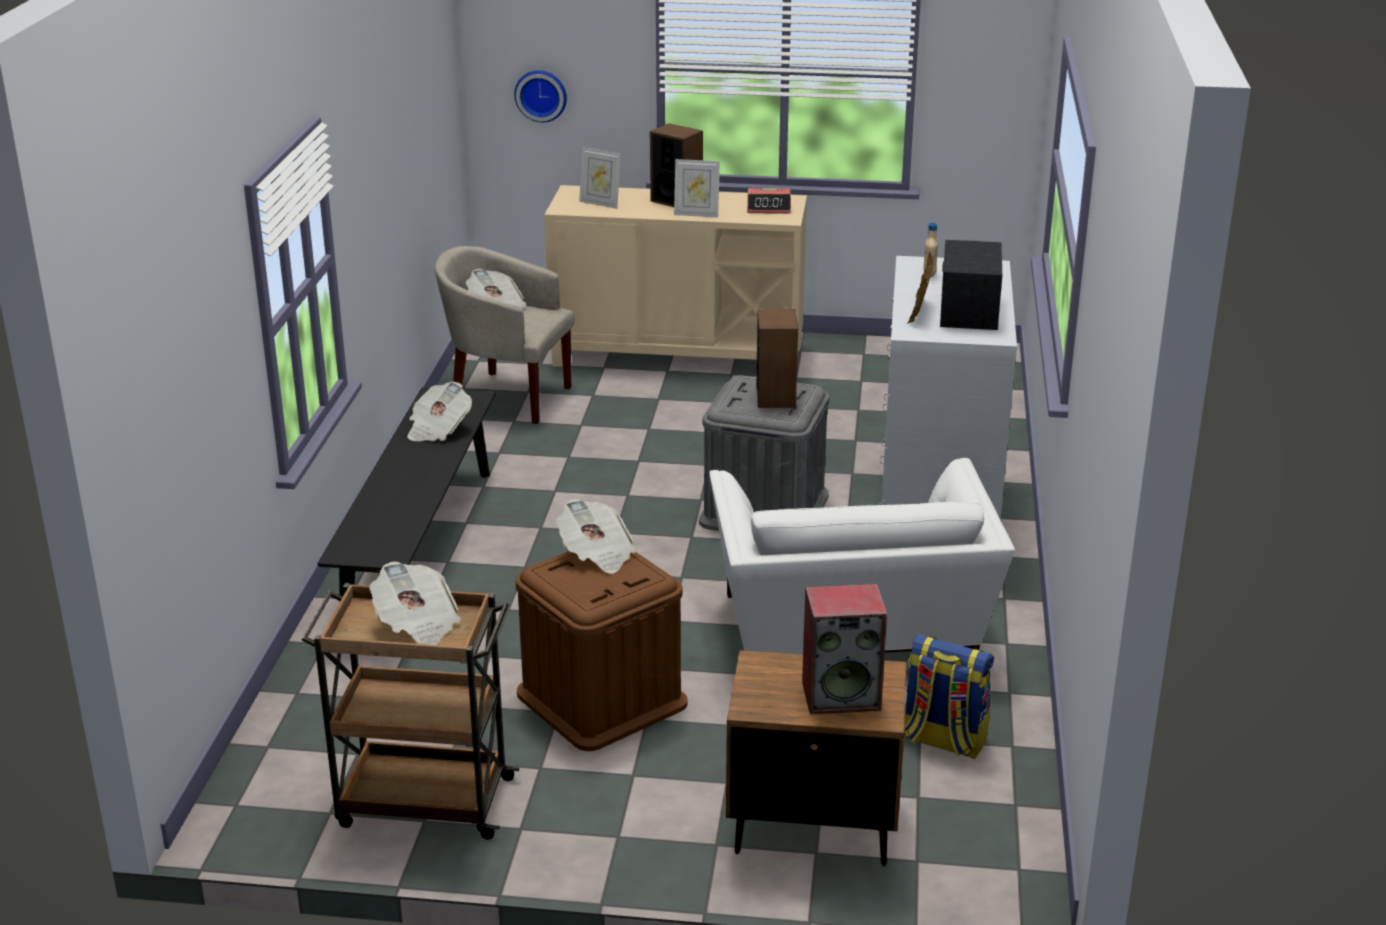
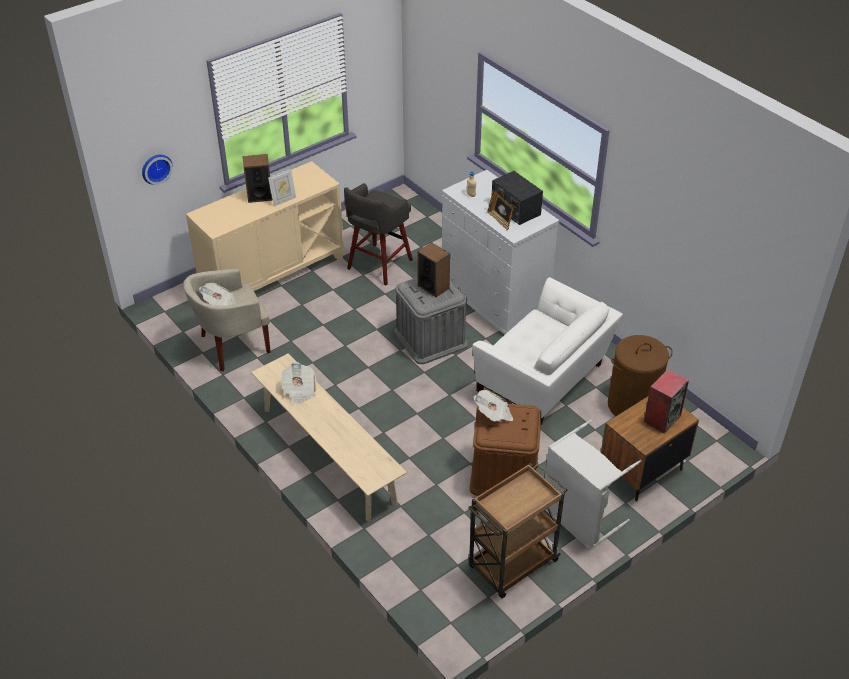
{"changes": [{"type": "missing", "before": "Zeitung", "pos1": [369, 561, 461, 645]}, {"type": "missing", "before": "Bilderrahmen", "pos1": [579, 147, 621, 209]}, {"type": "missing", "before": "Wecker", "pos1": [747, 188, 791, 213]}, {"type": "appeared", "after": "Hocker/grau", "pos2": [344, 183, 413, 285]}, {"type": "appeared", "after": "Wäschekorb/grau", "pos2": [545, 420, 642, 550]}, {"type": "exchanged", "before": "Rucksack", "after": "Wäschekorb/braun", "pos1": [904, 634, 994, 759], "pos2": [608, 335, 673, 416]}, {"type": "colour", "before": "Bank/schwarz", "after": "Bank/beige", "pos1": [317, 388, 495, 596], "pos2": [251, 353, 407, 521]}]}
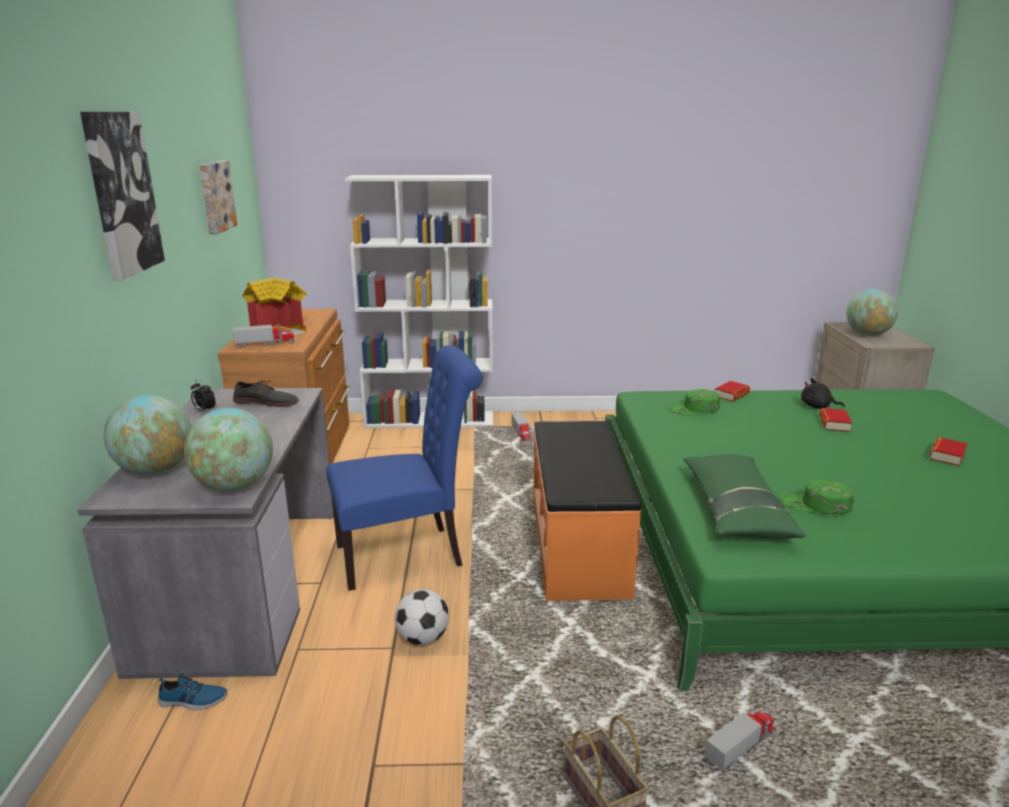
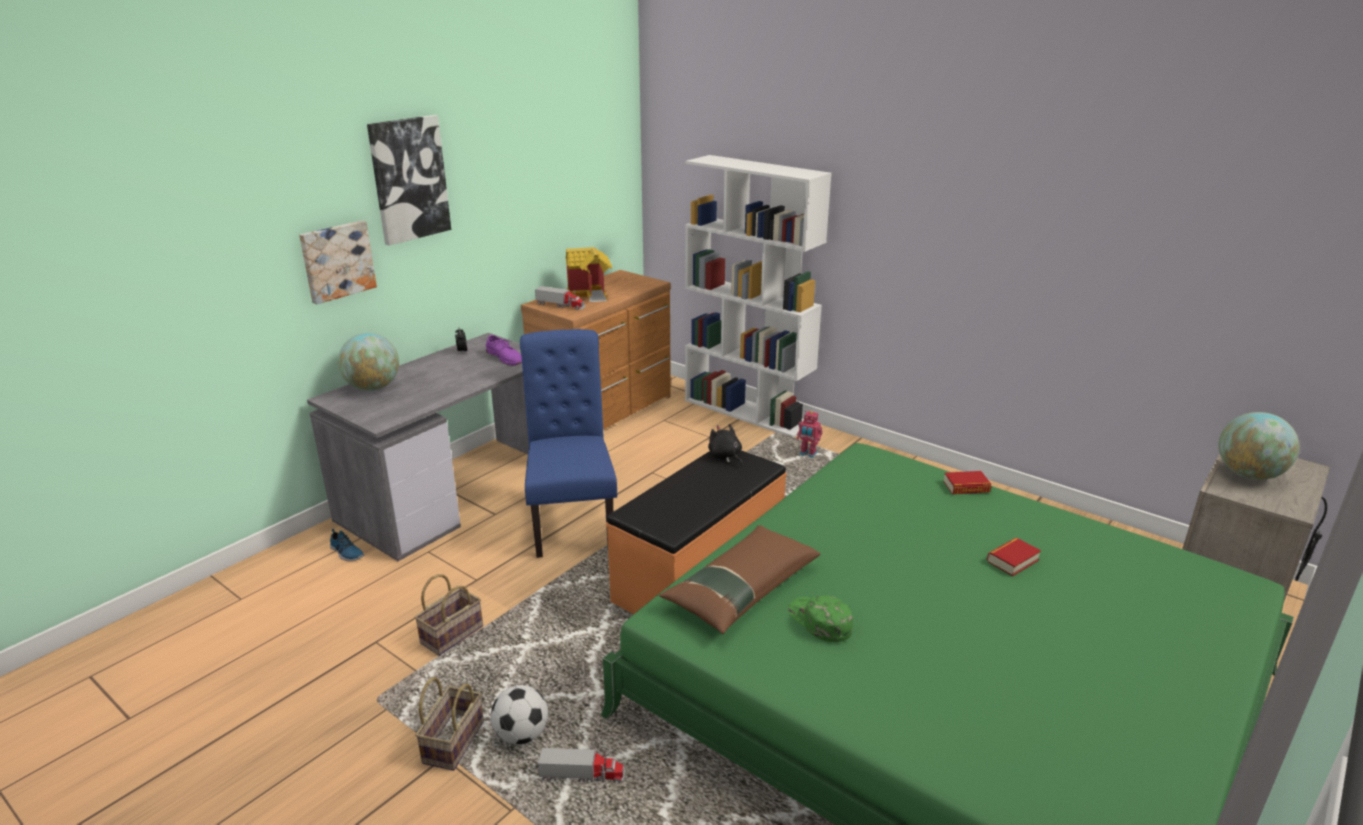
{"changes": [{"type": "missing", "before": "Globus", "pos1": [184, 408, 273, 491]}, {"type": "missing", "before": "Kappe/grün", "pos1": [669, 389, 720, 415]}, {"type": "missing", "before": "Buch", "pos1": [929, 437, 968, 466]}, {"type": "appeared", "after": "Korb", "pos2": [415, 574, 483, 656]}, {"type": "relocated", "before": "Bild", "pos1": [199, 161, 237, 234], "pos2": [299, 220, 377, 304]}, {"type": "relocated", "before": "Fußball", "pos1": [395, 589, 449, 645], "pos2": [491, 685, 548, 744]}, {"type": "relocated", "before": "Plüschtier/schwarz", "pos1": [801, 378, 845, 409], "pos2": [708, 424, 743, 465]}, {"type": "exchanged", "before": "Spielzeuglaster", "after": "Spielzeugroboter", "pos1": [512, 412, 532, 443], "pos2": [796, 411, 823, 458]}, {"type": "colour", "before": "Schuh/grau", "after": "Schuh/lila", "pos1": [233, 380, 299, 407], "pos2": [486, 335, 522, 365]}, {"type": "colour", "before": "Kissen/grün", "after": "Kissen/braun", "pos1": [683, 454, 806, 539], "pos2": [659, 525, 820, 634]}, {"type": "spun", "before": "Stuhl/blau", "pos1": [326, 345, 483, 591], "pos2": [520, 329, 617, 558], "turn": -120}]}
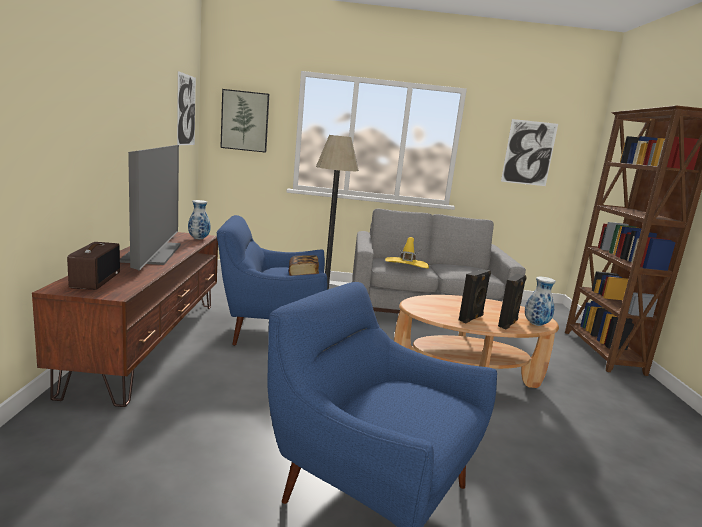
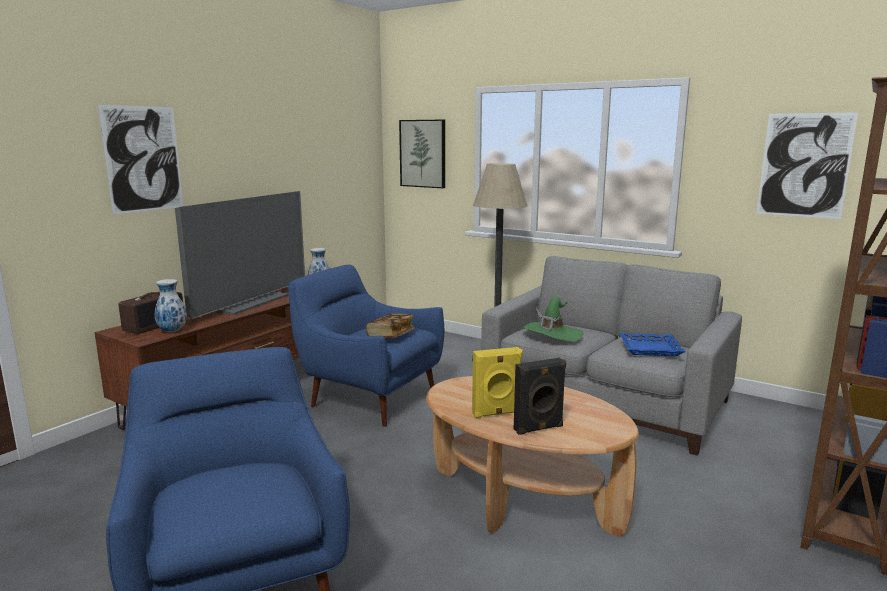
{"changes": [{"type": "appeared", "after": "Tablett/blau", "pos2": [619, 333, 686, 356]}, {"type": "relocated", "before": "Bild", "pos1": [177, 71, 196, 145], "pos2": [98, 105, 183, 214]}, {"type": "relocated", "before": "Vase", "pos1": [525, 277, 556, 326], "pos2": [154, 279, 187, 332]}, {"type": "colour", "before": "Hut/gelb", "after": "Hut/grün", "pos1": [385, 237, 429, 268], "pos2": [523, 296, 584, 341]}, {"type": "colour", "before": "Lautsprecher/schwarz", "after": "Lautsprecher/gelb", "pos1": [459, 269, 491, 323], "pos2": [472, 347, 523, 418]}]}
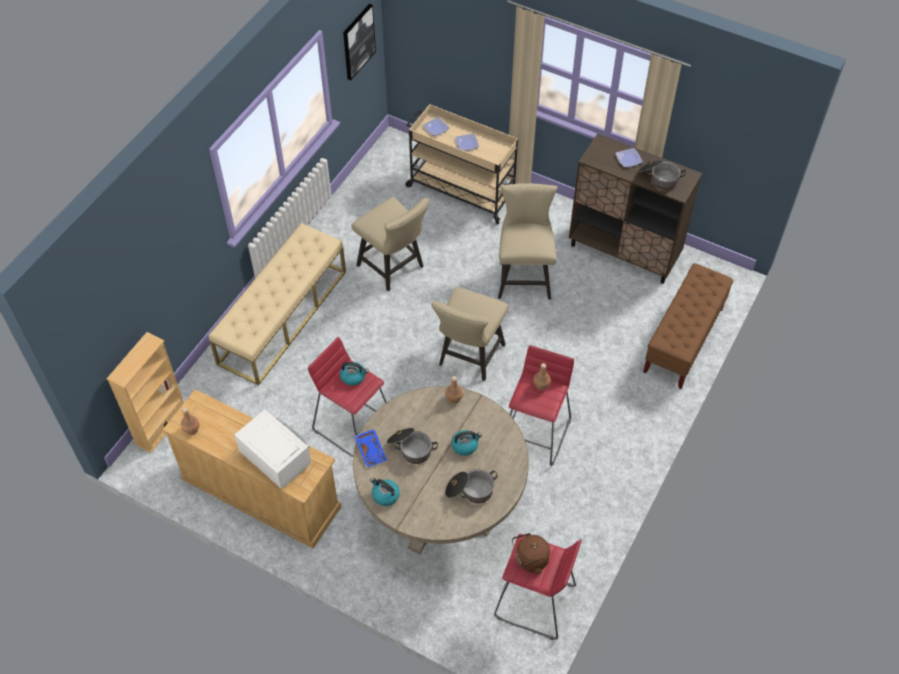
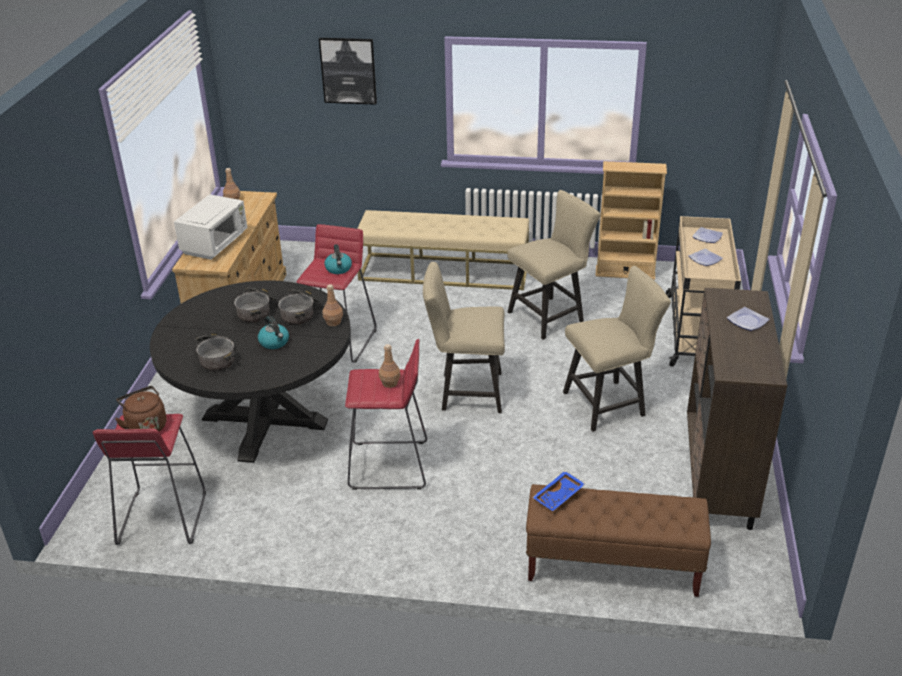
{"changes": [{"type": "missing", "before": "Wasserkessel", "pos1": [370, 478, 400, 506]}, {"type": "relocated", "before": "Bücherregal/beige", "pos1": [106, 332, 184, 453], "pos2": [596, 161, 667, 280]}, {"type": "relocated", "before": "Bild", "pos1": [343, 4, 376, 80], "pos2": [319, 38, 377, 105]}, {"type": "relocated", "before": "Tablett/blau", "pos1": [355, 429, 387, 468], "pos2": [532, 471, 585, 511]}, {"type": "relocated", "before": "Kochtopf", "pos1": [638, 160, 686, 190], "pos2": [278, 289, 322, 326]}, {"type": "colour", "before": "Esstisch/beige", "after": "Esstisch/schwarz", "pos1": [353, 386, 529, 554], "pos2": [150, 280, 351, 463]}, {"type": "spun", "before": "Stuhl/beige", "pos1": [352, 197, 430, 291], "pos2": [507, 190, 601, 340], "turn": -150}]}
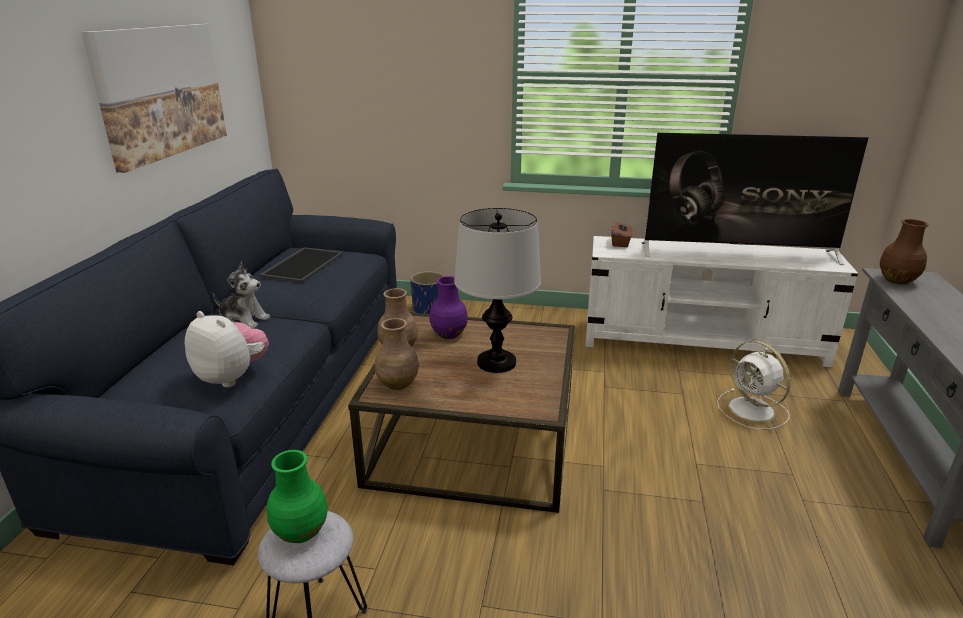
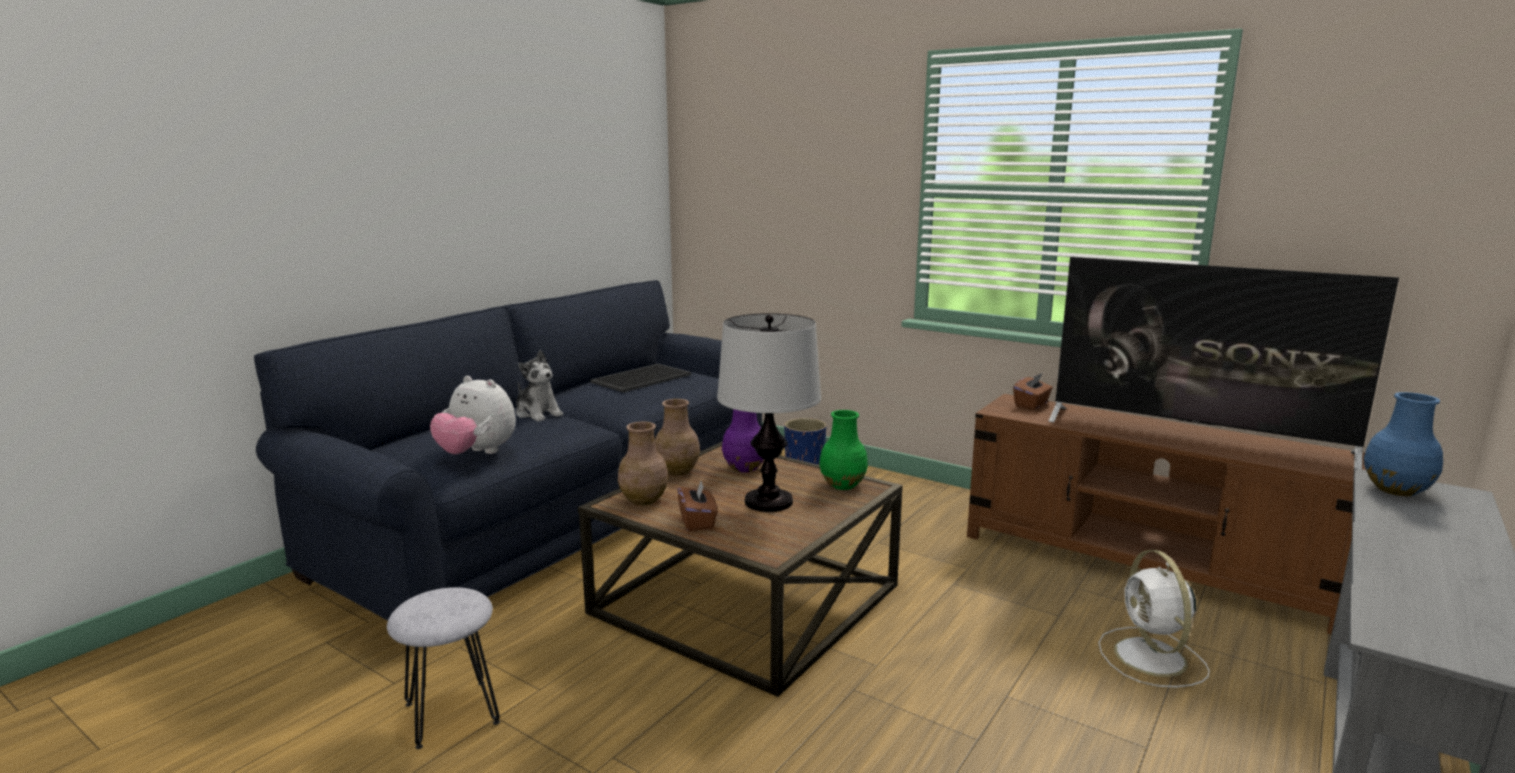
{"changes": [{"type": "missing", "before": "Bild", "pos1": [82, 24, 227, 173]}, {"type": "appeared", "after": "Taschentuchbox/braun", "pos2": [677, 479, 718, 531]}, {"type": "relocated", "before": "Vase/grün", "pos1": [267, 450, 328, 543], "pos2": [819, 410, 868, 490]}, {"type": "colour", "before": "Fernsehschrank/weiß", "after": "Fernsehschrank/braun", "pos1": [585, 236, 858, 367], "pos2": [967, 394, 1366, 634]}, {"type": "colour", "before": "Vase/braun", "after": "Vase/blau", "pos1": [880, 219, 928, 285], "pos2": [1364, 392, 1443, 496]}, {"type": "spun", "before": "Plüschtier", "pos1": [185, 311, 269, 388], "pos2": [430, 376, 516, 454], "turn": 150}]}
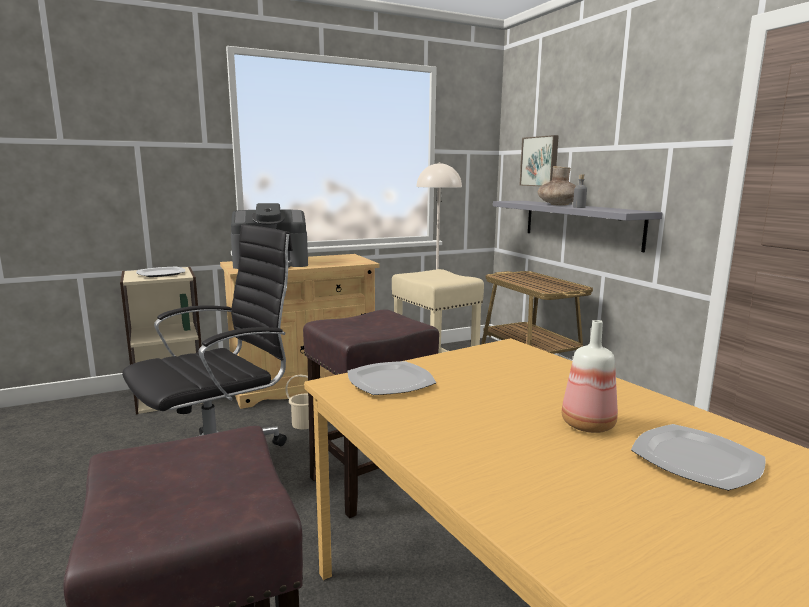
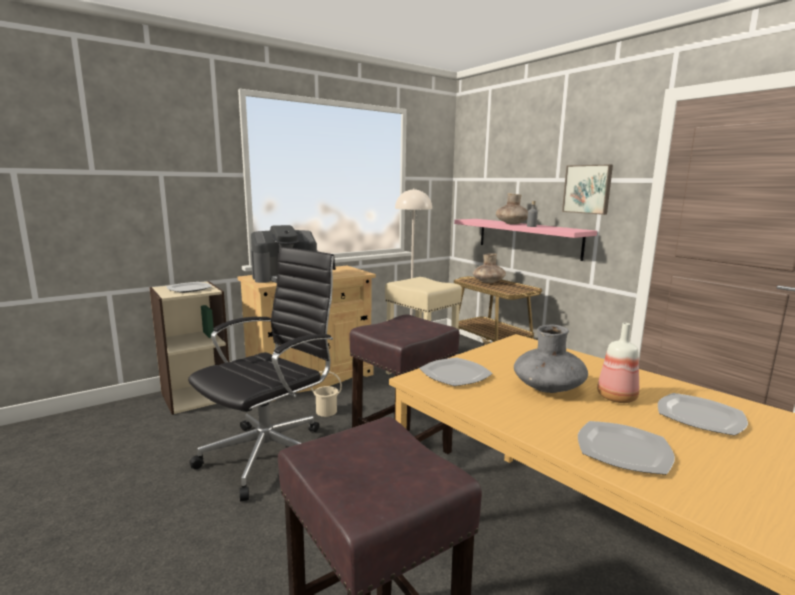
{"changes": [{"type": "appeared", "after": "Vase/braun", "pos2": [473, 253, 506, 283]}, {"type": "appeared", "after": "Vase/grau", "pos2": [514, 324, 588, 393]}, {"type": "appeared", "after": "Teller", "pos2": [578, 421, 675, 475]}, {"type": "relocated", "before": "Bild", "pos1": [519, 135, 559, 186], "pos2": [562, 164, 613, 215]}, {"type": "colour", "before": "Wandregal/grau", "after": "Wandregal/rosa", "pos1": [493, 201, 663, 252], "pos2": [454, 219, 597, 261]}]}
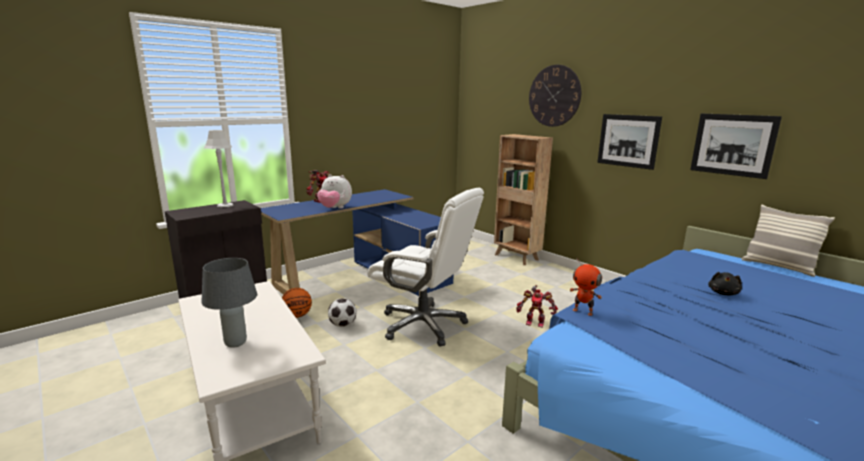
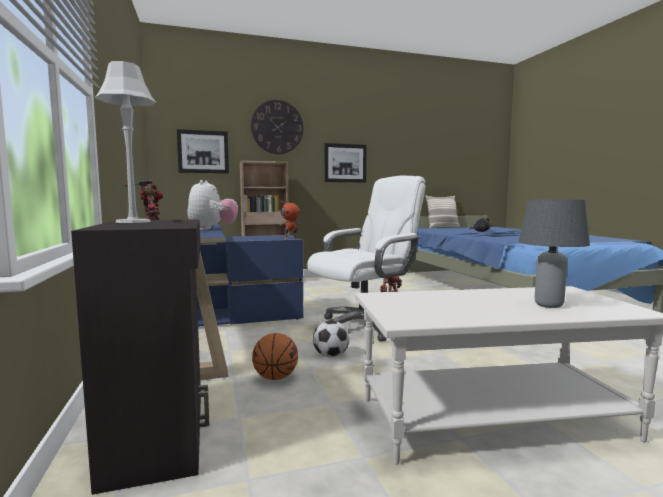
{"changes": [{"type": "relocated", "before": "Spielzeugroboter", "pos1": [570, 257, 602, 316], "pos2": [280, 200, 301, 239]}, {"type": "relocated", "before": "Bild", "pos1": [690, 114, 782, 179], "pos2": [177, 129, 229, 173]}, {"type": "spun", "before": "Plüschtier", "pos1": [317, 174, 352, 209], "pos2": [187, 180, 238, 230], "turn": -45}]}
